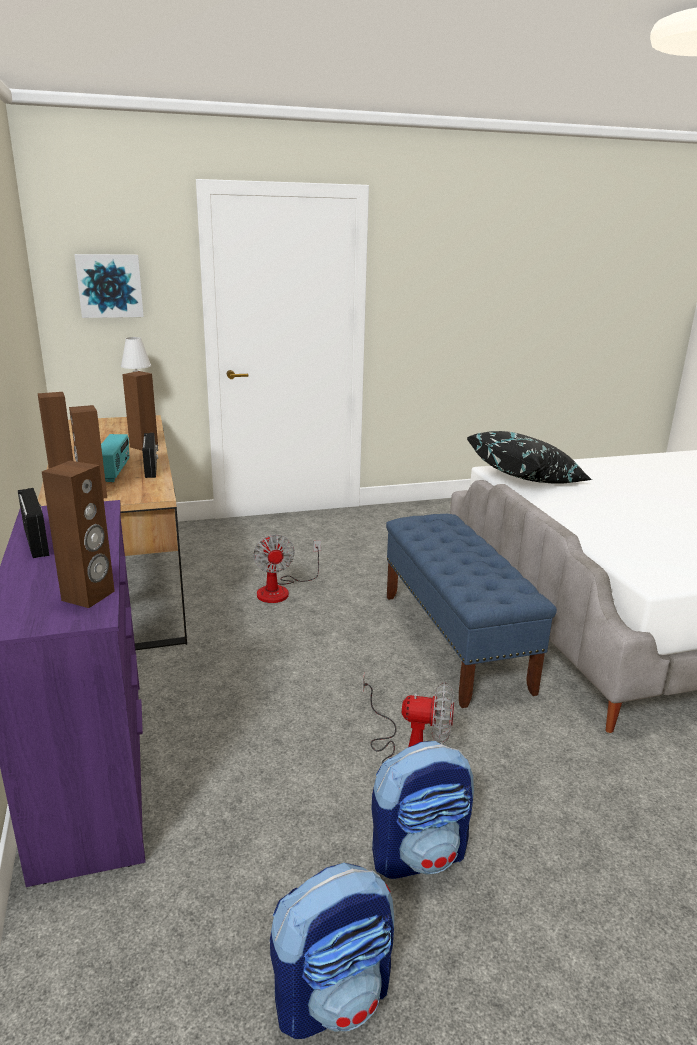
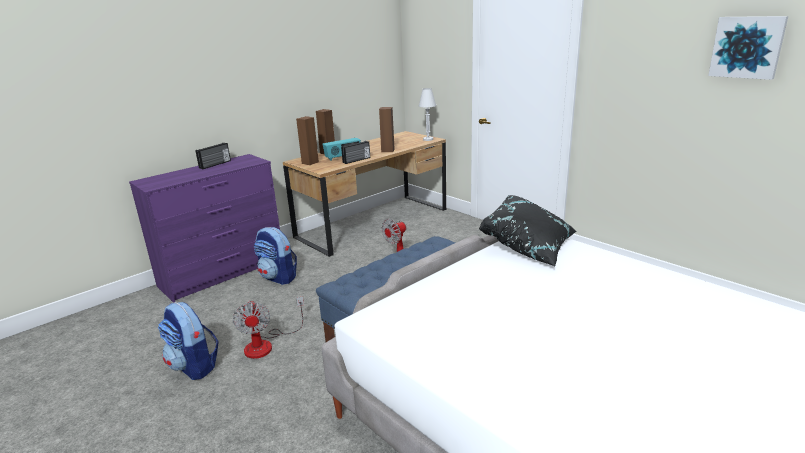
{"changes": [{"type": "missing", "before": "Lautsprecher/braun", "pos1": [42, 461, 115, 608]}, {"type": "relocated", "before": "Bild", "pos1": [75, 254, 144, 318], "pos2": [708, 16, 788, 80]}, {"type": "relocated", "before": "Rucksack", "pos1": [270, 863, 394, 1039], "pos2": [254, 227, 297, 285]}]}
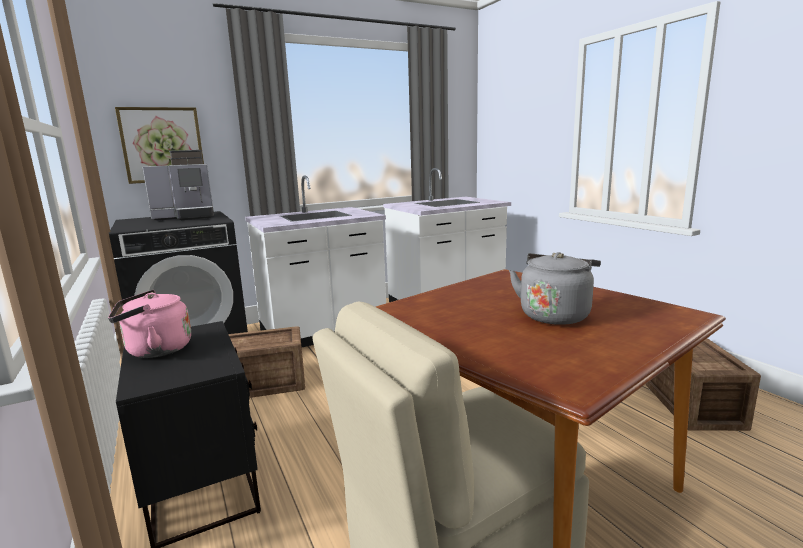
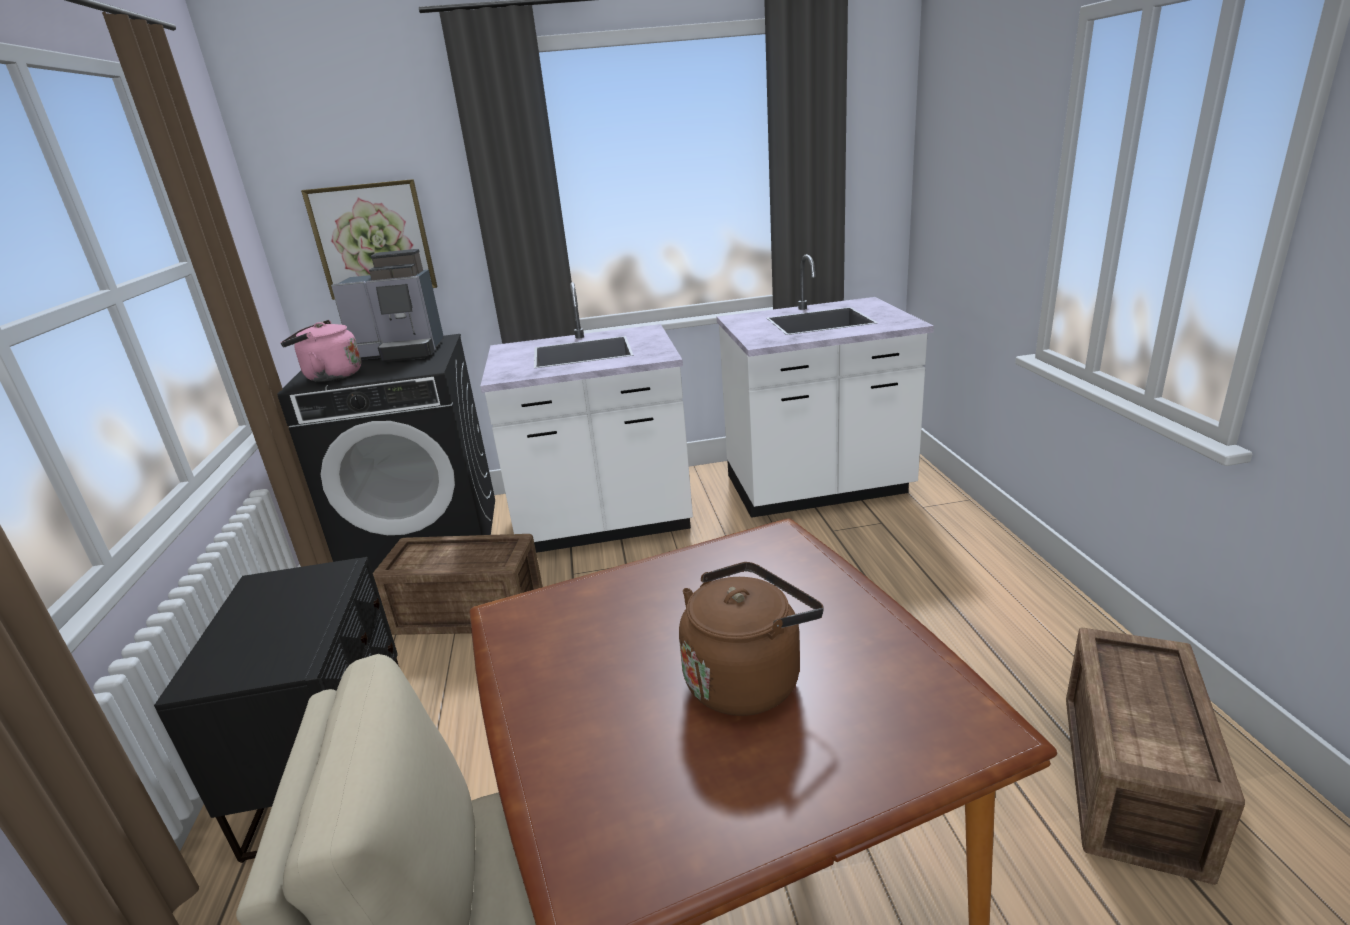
{"changes": [{"type": "relocated", "before": "Wasserkessel/rosa", "pos1": [108, 290, 191, 358], "pos2": [281, 320, 361, 382]}, {"type": "colour", "before": "Wasserkessel/grau", "after": "Wasserkessel/braun", "pos1": [509, 252, 601, 325], "pos2": [679, 562, 824, 716]}]}
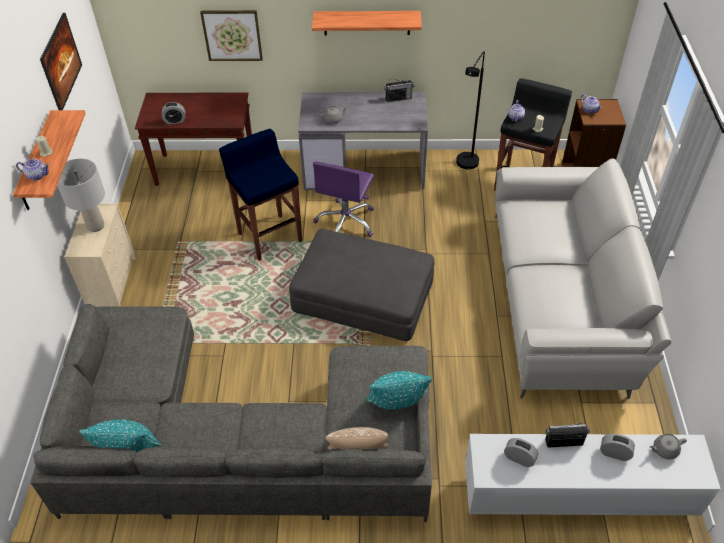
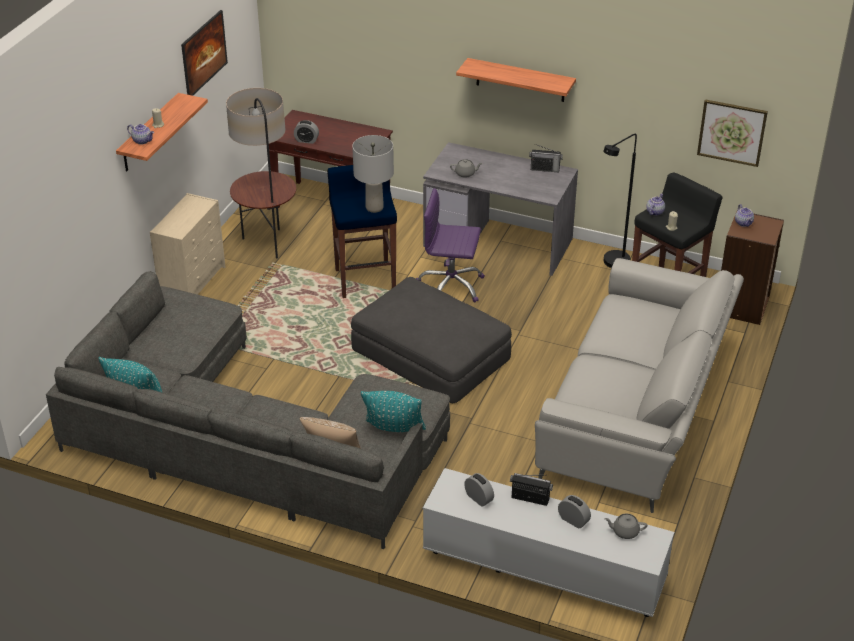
{"changes": [{"type": "appeared", "after": "Stehlampe", "pos2": [226, 88, 296, 259]}, {"type": "relocated", "before": "Tischlampe/grau", "pos1": [57, 159, 105, 232], "pos2": [352, 135, 394, 213]}, {"type": "relocated", "before": "Bild", "pos1": [200, 10, 263, 61], "pos2": [697, 99, 768, 167]}, {"type": "spun", "before": "Bürostuhl/lila", "pos1": [313, 162, 374, 237], "pos2": [416, 188, 485, 302], "turn": 60}]}
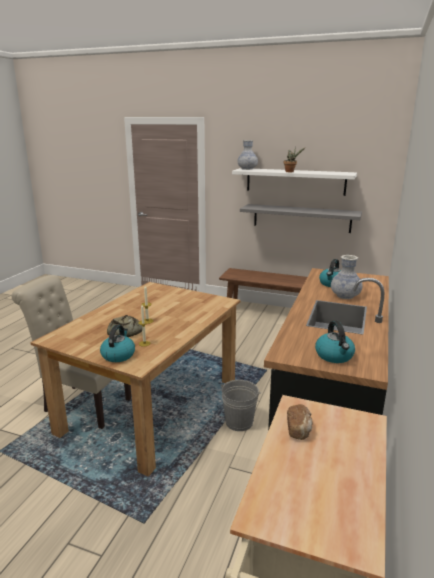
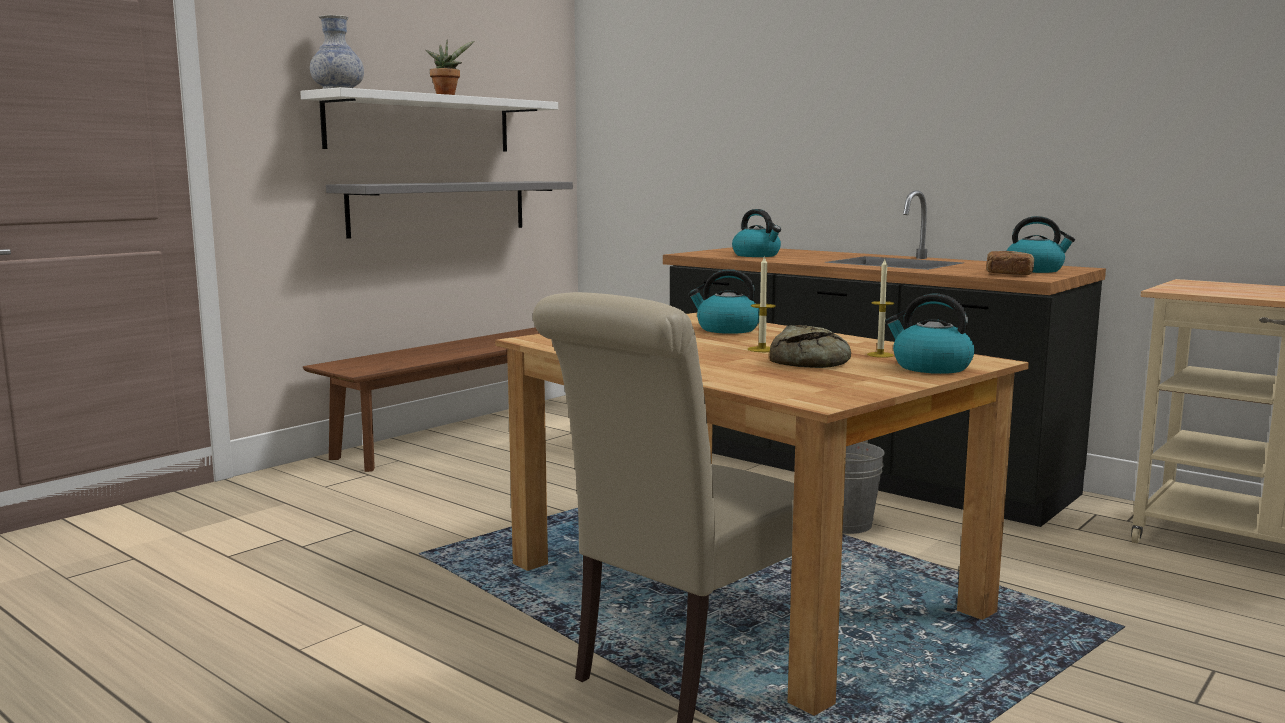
{"changes": [{"type": "missing", "before": "Vase", "pos1": [331, 255, 363, 299]}, {"type": "appeared", "after": "Wasserkessel", "pos2": [688, 269, 759, 334]}, {"type": "relocated", "before": "Brot", "pos1": [287, 404, 313, 440], "pos2": [986, 251, 1034, 275]}]}
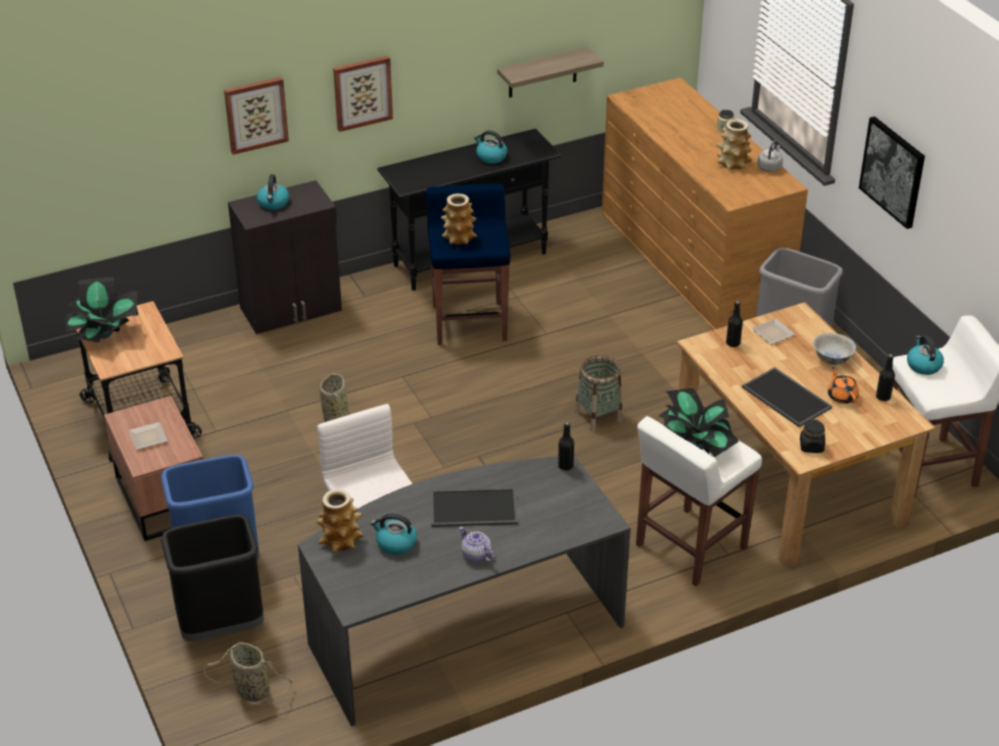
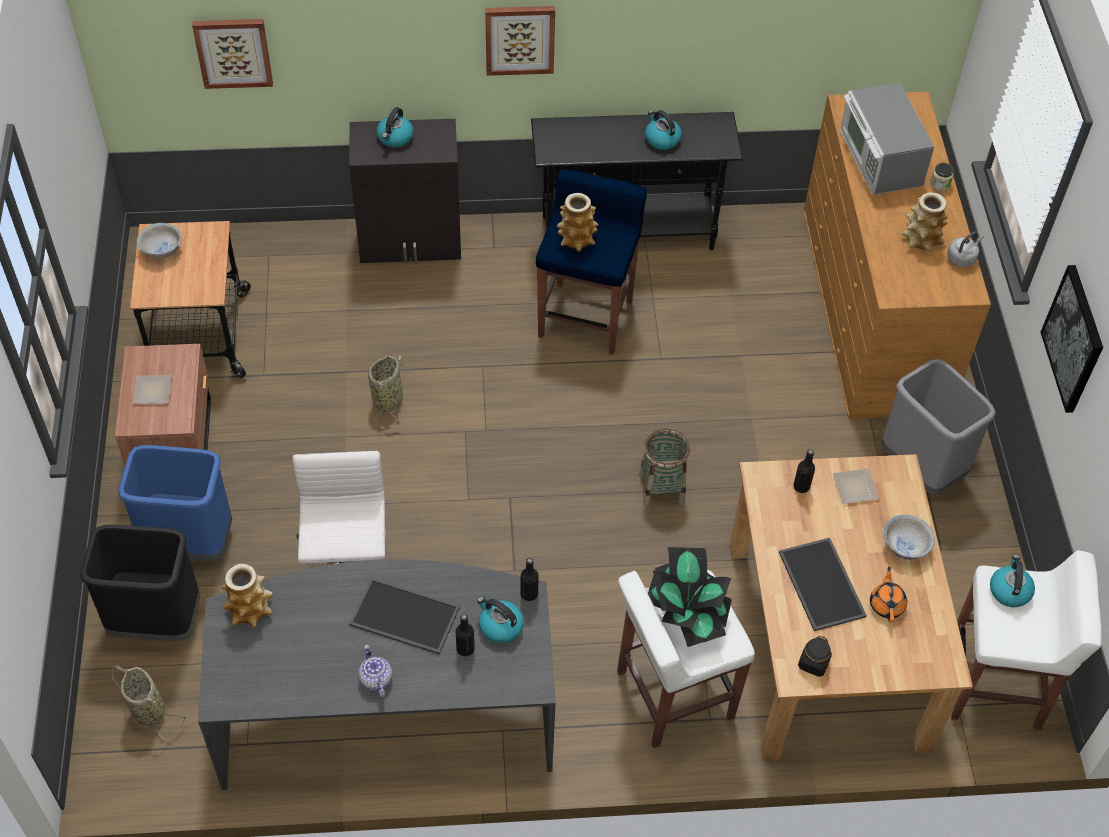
{"changes": [{"type": "missing", "before": "Wandregal", "pos1": [497, 47, 604, 97]}, {"type": "appeared", "after": "Mikrowelle", "pos2": [840, 83, 934, 194]}, {"type": "relocated", "before": "Bild", "pos1": [224, 77, 289, 155], "pos2": [192, 19, 273, 89]}, {"type": "relocated", "before": "Wasserkessel", "pos1": [371, 513, 417, 555], "pos2": [477, 597, 524, 643]}, {"type": "relocated", "before": "Flasche/schwarz", "pos1": [876, 354, 895, 401], "pos2": [456, 614, 475, 656]}, {"type": "exchanged", "before": "Topfpflanze", "after": "Schüssel/weiß", "pos1": [64, 277, 138, 343], "pos2": [137, 223, 182, 259]}]}
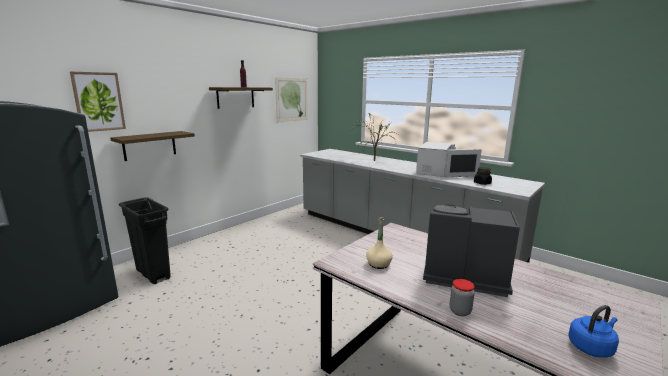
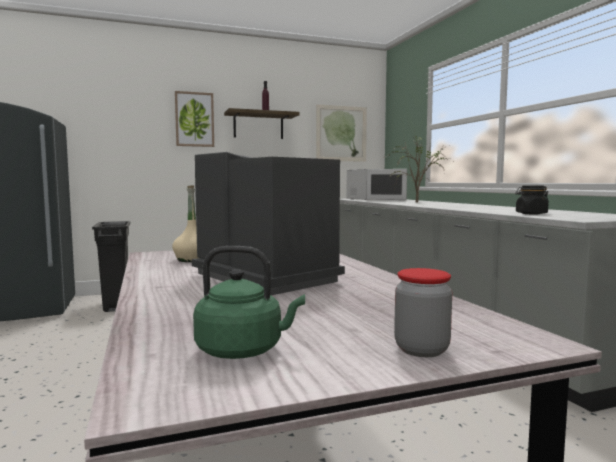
{"changes": [{"type": "missing", "before": "Wandregal", "pos1": [111, 131, 195, 161]}, {"type": "relocated", "before": "Bild", "pos1": [70, 72, 126, 132], "pos2": [175, 91, 214, 147]}, {"type": "relocated", "before": "Mikrowelle/weiß", "pos1": [416, 142, 482, 177], "pos2": [346, 169, 407, 200]}, {"type": "relocated", "before": "Vorratsglas", "pos1": [449, 279, 475, 316], "pos2": [394, 268, 452, 357]}, {"type": "colour", "before": "Wasserkessel/blau", "after": "Wasserkessel/grün", "pos1": [568, 305, 619, 358], "pos2": [193, 246, 305, 359]}]}
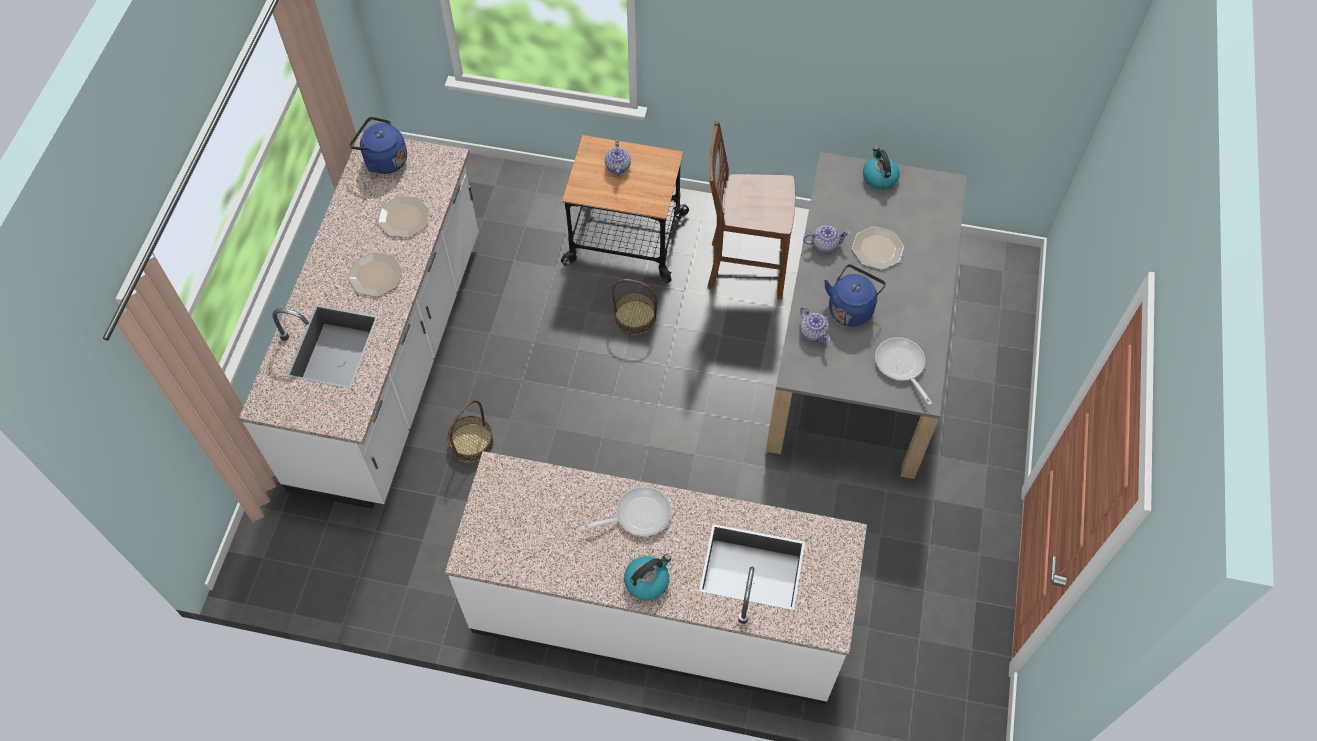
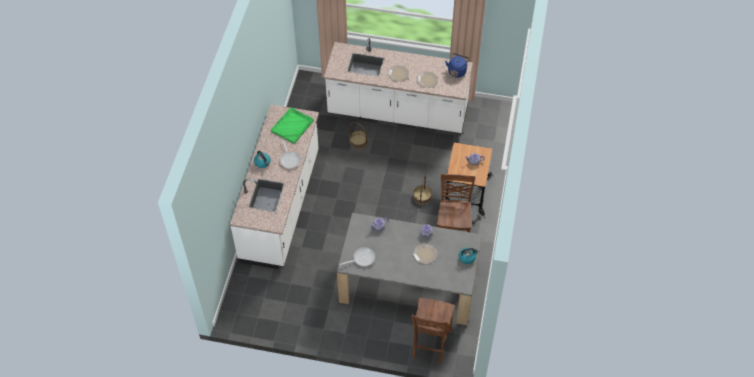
{"changes": [{"type": "missing", "before": "Wasserkessel/blau", "pos1": [824, 264, 886, 326]}, {"type": "appeared", "after": "Tablett/grün", "pos2": [271, 107, 314, 144]}, {"type": "appeared", "after": "Stuhl/braun", "pos2": [411, 298, 455, 364]}]}
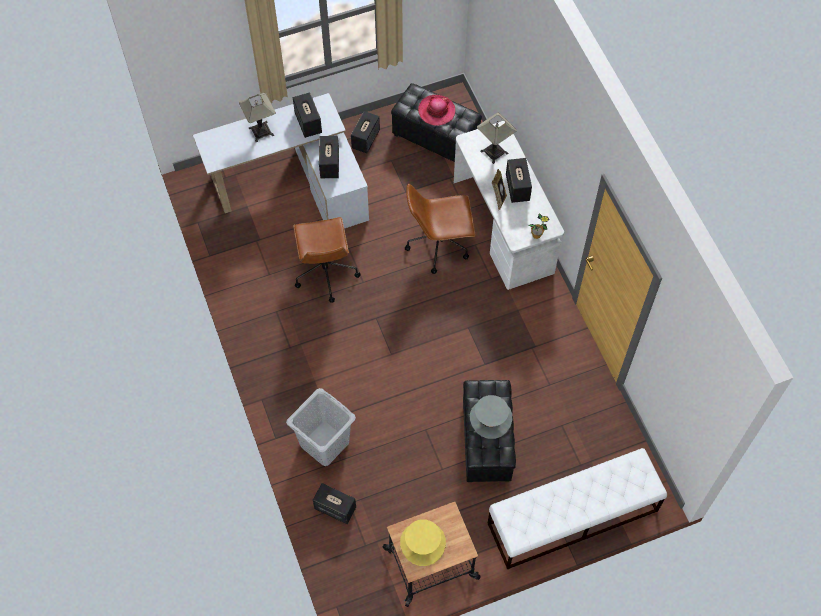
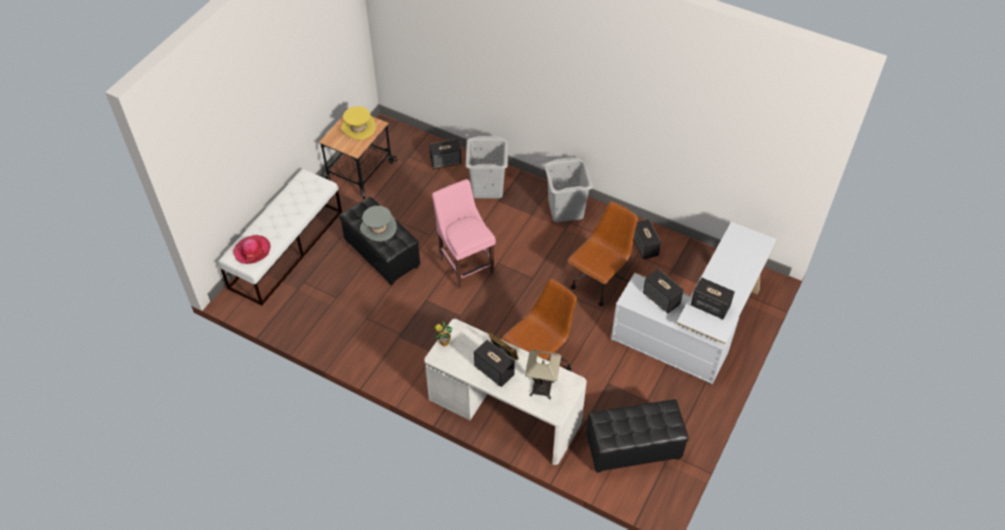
{"changes": [{"type": "missing", "before": "Tischlampe", "pos1": [239, 93, 276, 142]}, {"type": "appeared", "after": "Stuhl/rosa", "pos2": [432, 179, 496, 288]}, {"type": "appeared", "after": "Wäschekorb/grau", "pos2": [544, 157, 593, 222]}, {"type": "relocated", "before": "Lautsprecher", "pos1": [351, 111, 380, 153], "pos2": [634, 219, 661, 259]}, {"type": "relocated", "before": "Hut", "pos1": [418, 95, 456, 126], "pos2": [233, 235, 270, 264]}, {"type": "spun", "before": "Bürostuhl/braun", "pos1": [293, 217, 361, 303], "pos2": [568, 202, 638, 306], "turn": 90}]}
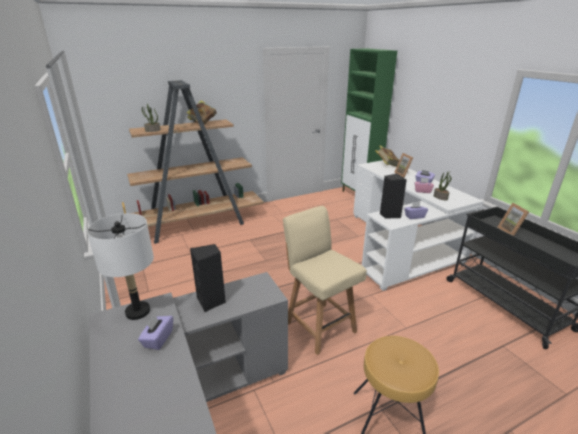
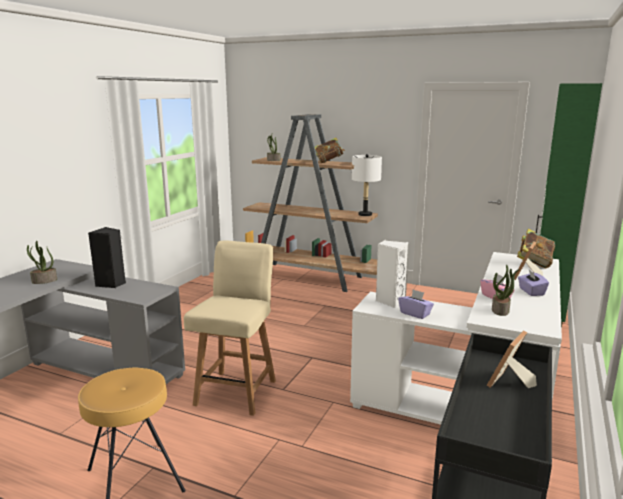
{"changes": [{"type": "relocated", "before": "Tischlampe/weiß", "pos1": [87, 213, 154, 320], "pos2": [352, 154, 382, 216]}, {"type": "exchanged", "before": "Taschentuchbox/lila", "after": "Topfpflanze", "pos1": [138, 314, 173, 350], "pos2": [27, 241, 57, 284]}, {"type": "colour", "before": "Lautsprecher/schwarz", "after": "Lautsprecher/weiß", "pos1": [380, 173, 407, 219], "pos2": [376, 240, 409, 308]}]}
